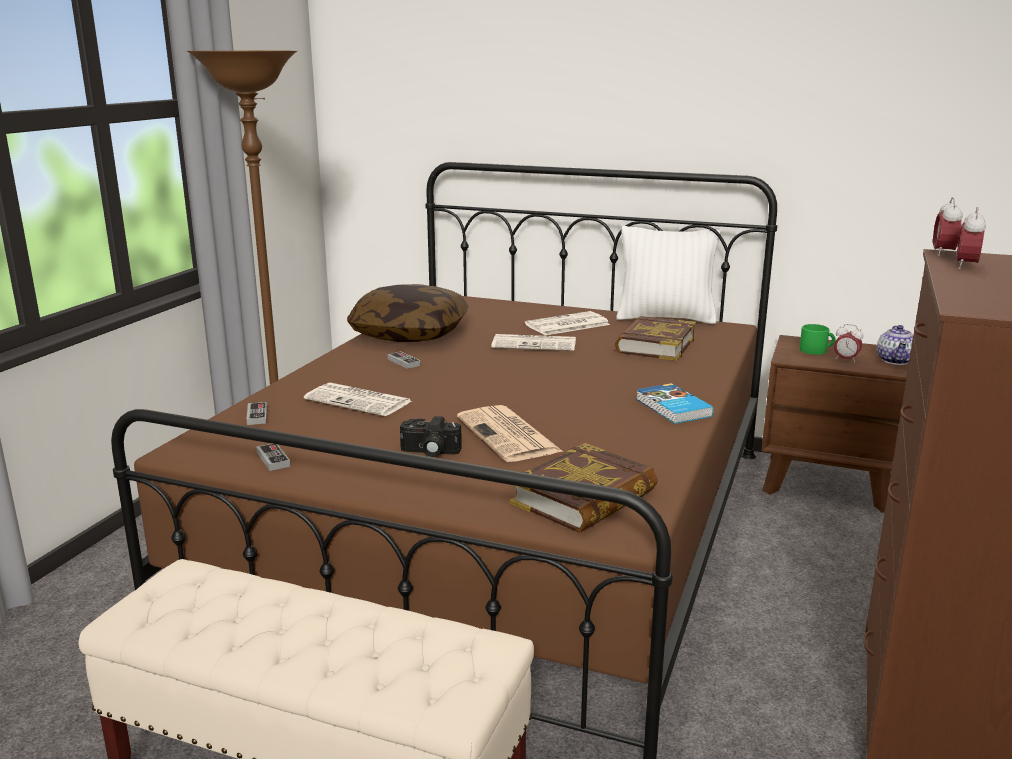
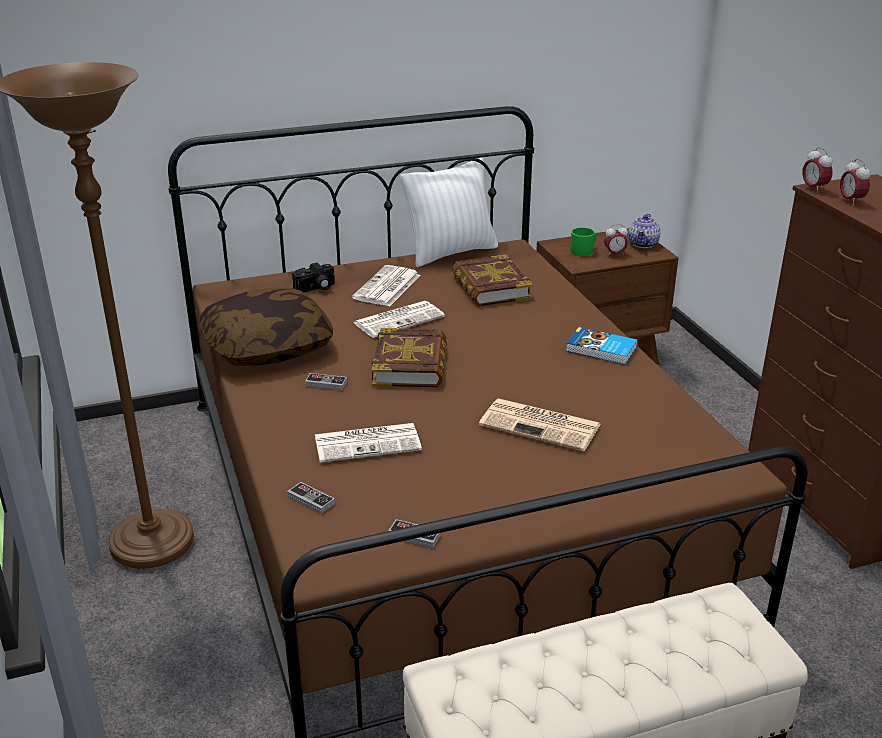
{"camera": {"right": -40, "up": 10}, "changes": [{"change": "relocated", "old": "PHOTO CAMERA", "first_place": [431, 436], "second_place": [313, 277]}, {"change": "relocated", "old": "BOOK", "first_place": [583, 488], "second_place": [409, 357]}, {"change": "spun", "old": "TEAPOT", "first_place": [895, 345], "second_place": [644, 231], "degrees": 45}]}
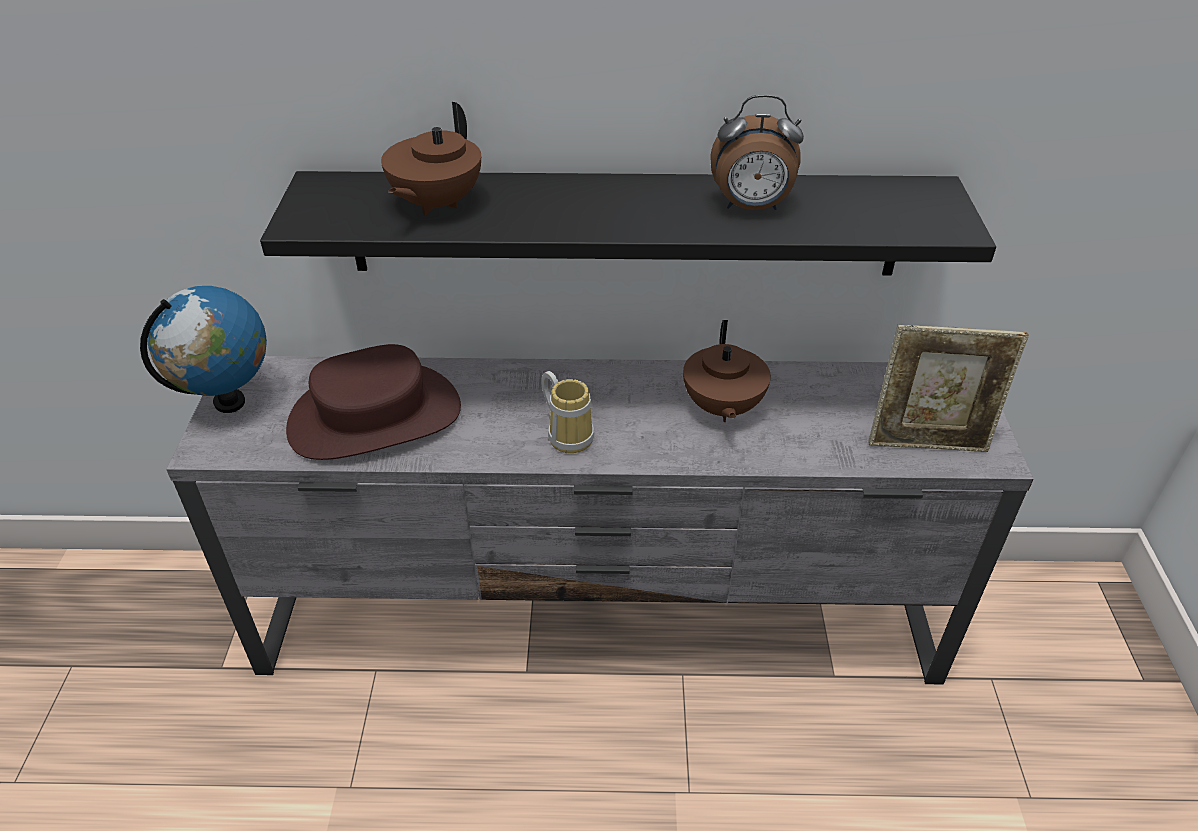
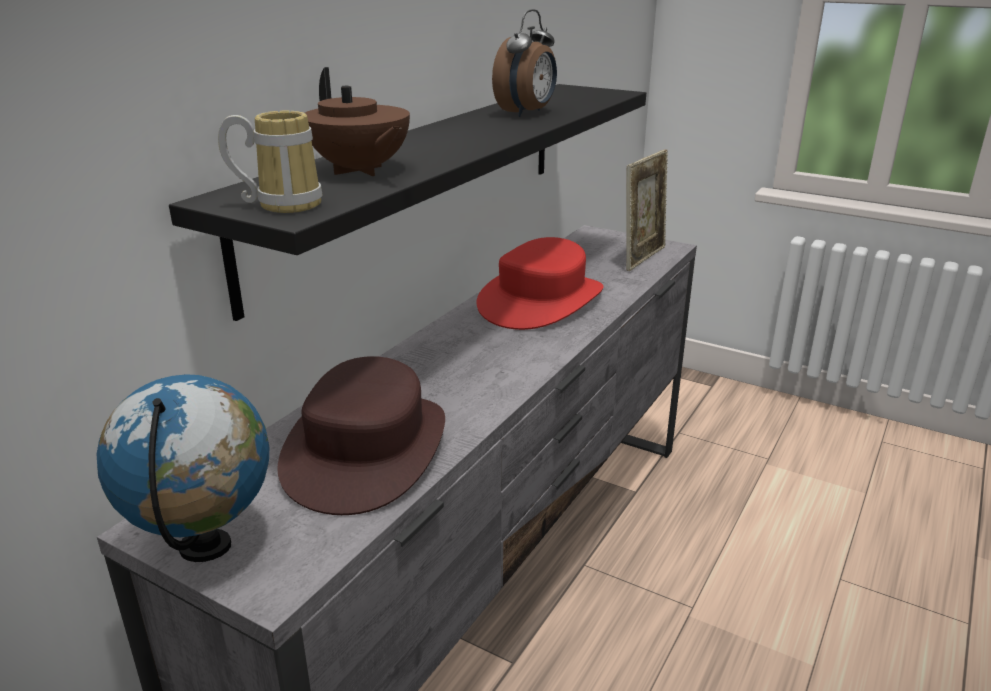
{"camera": {"right": -60, "up": -15}, "changes": [{"change": "relocated", "old": "MUG", "first_place": [567, 412], "second_place": [270, 162]}, {"change": "exchanged", "old": "BROWN TEAPOT", "new": "RED HAT", "first_place": [727, 371], "second_place": [540, 283]}]}
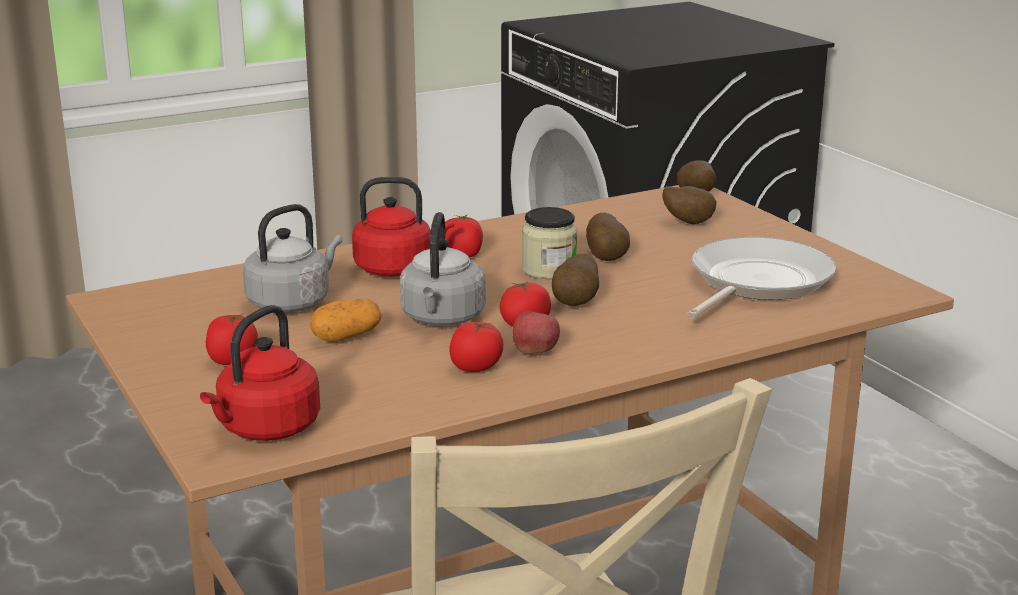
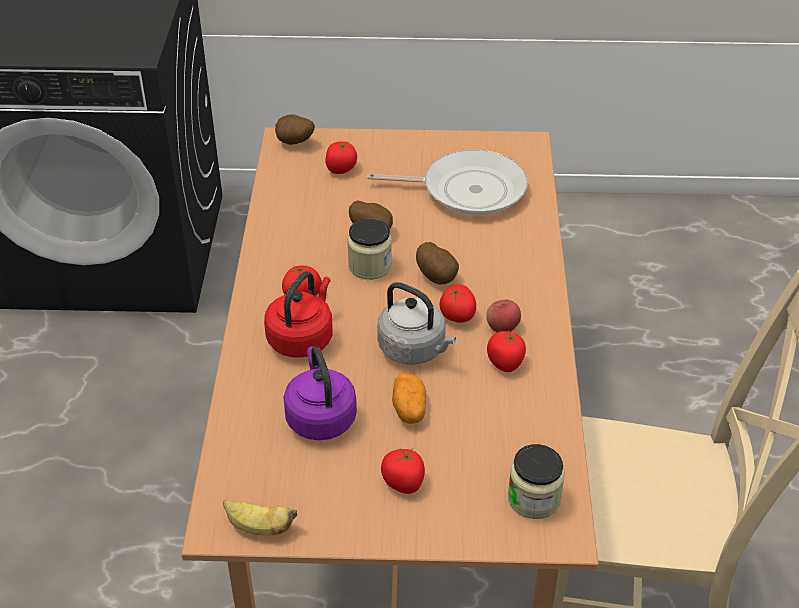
{"camera": {"right": -60, "up": 20}, "changes": [{"change": "appeared", "new": "BANANA", "second_place": [260, 518]}, {"change": "exchanged", "old": "RED KETTLE", "new": "JAR", "first_place": [260, 373], "second_place": [536, 481]}, {"change": "exchanged", "old": "POTATO", "new": "TOMATO", "first_place": [690, 205], "second_place": [341, 157]}, {"change": "colour", "old": "GREY KETTLE", "new": "PURPLE KETTLE", "first_place": [292, 258], "second_place": [320, 393]}, {"change": "spun", "old": "FRYING PAN", "first_place": [761, 278], "second_place": [447, 182], "degrees": 120}]}
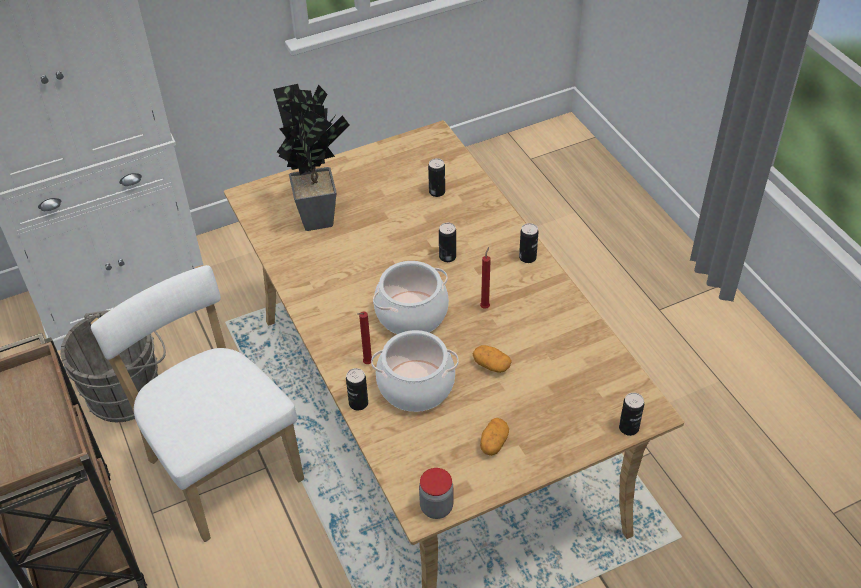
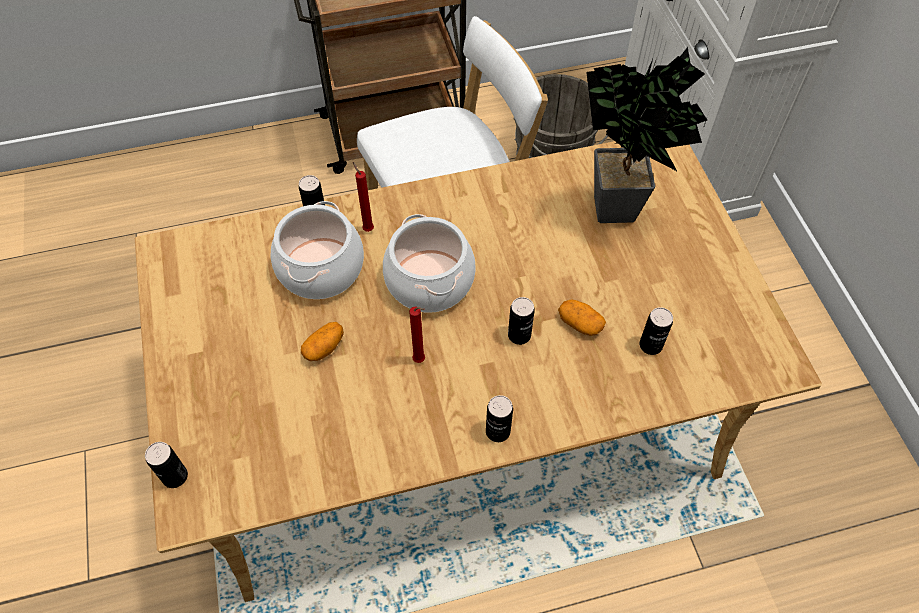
{"camera": {"right": 100, "up": 10}, "changes": [{"change": "missing", "old": "JAR", "first_place": [436, 493]}, {"change": "relocated", "old": "POTATO", "first_place": [494, 437], "second_place": [582, 318]}]}
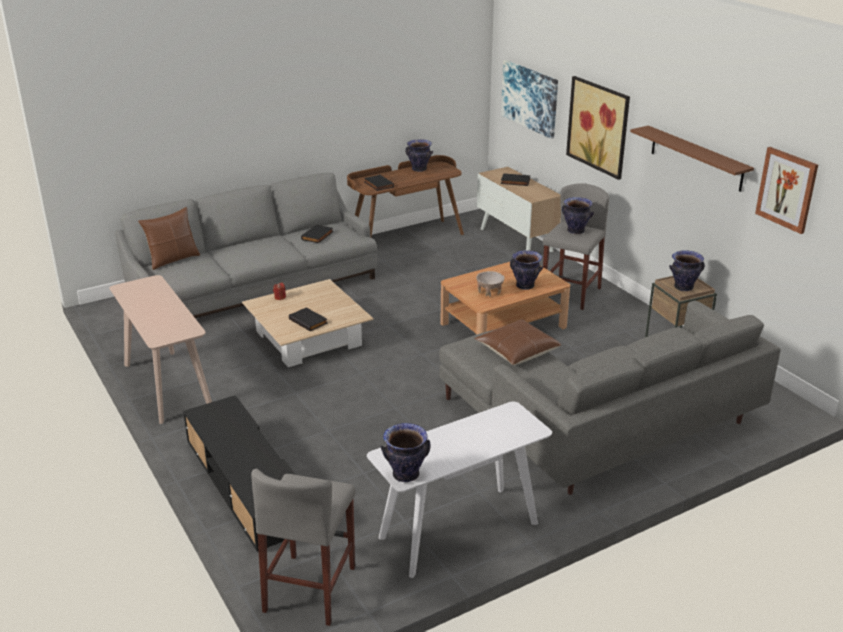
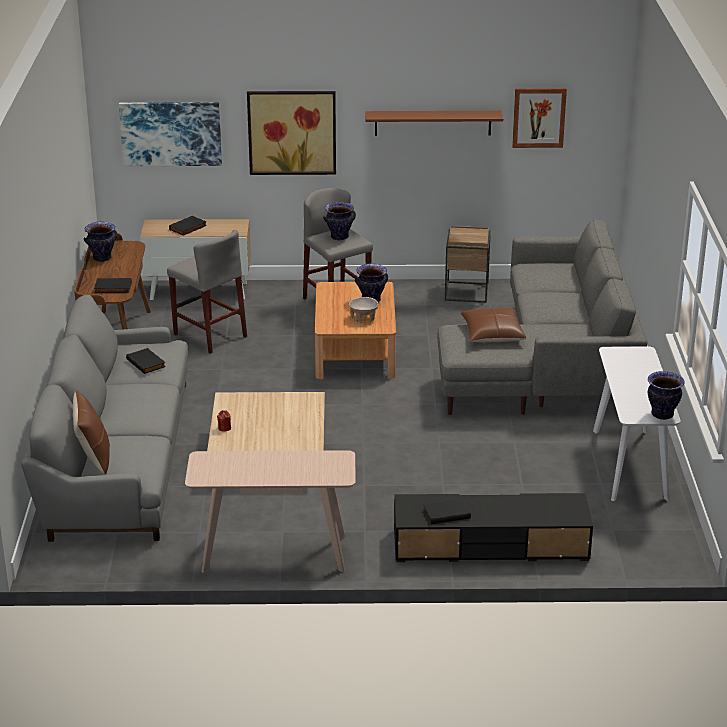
{"camera": {"right": -60, "up": 0}, "changes": [{"change": "missing", "old": "VASE", "first_place": [687, 270]}, {"change": "relocated", "old": "GREY STOOL", "first_place": [303, 547], "second_place": [207, 292]}, {"change": "relocated", "old": "BLACK BOOK", "first_place": [308, 319], "second_place": [447, 511]}]}
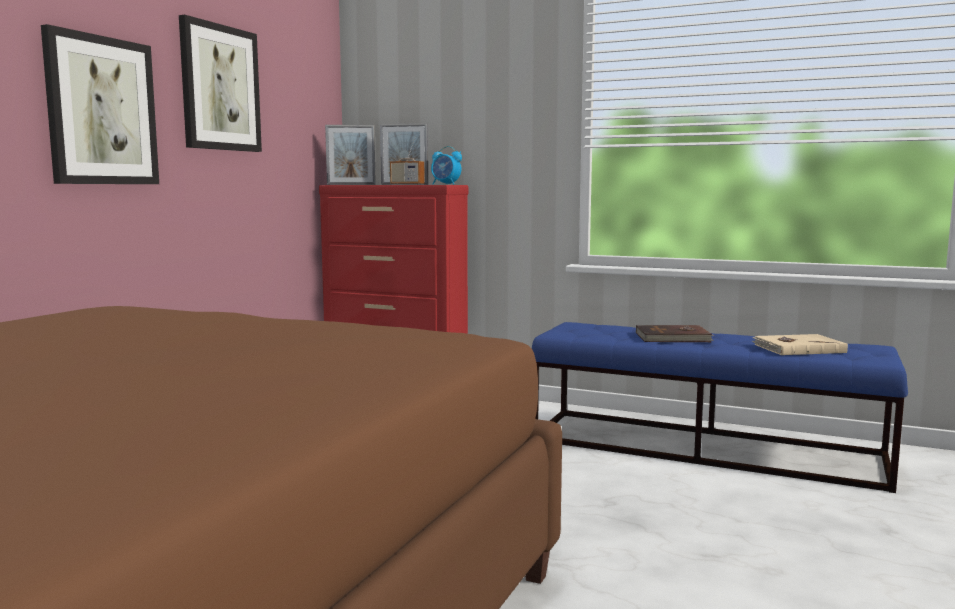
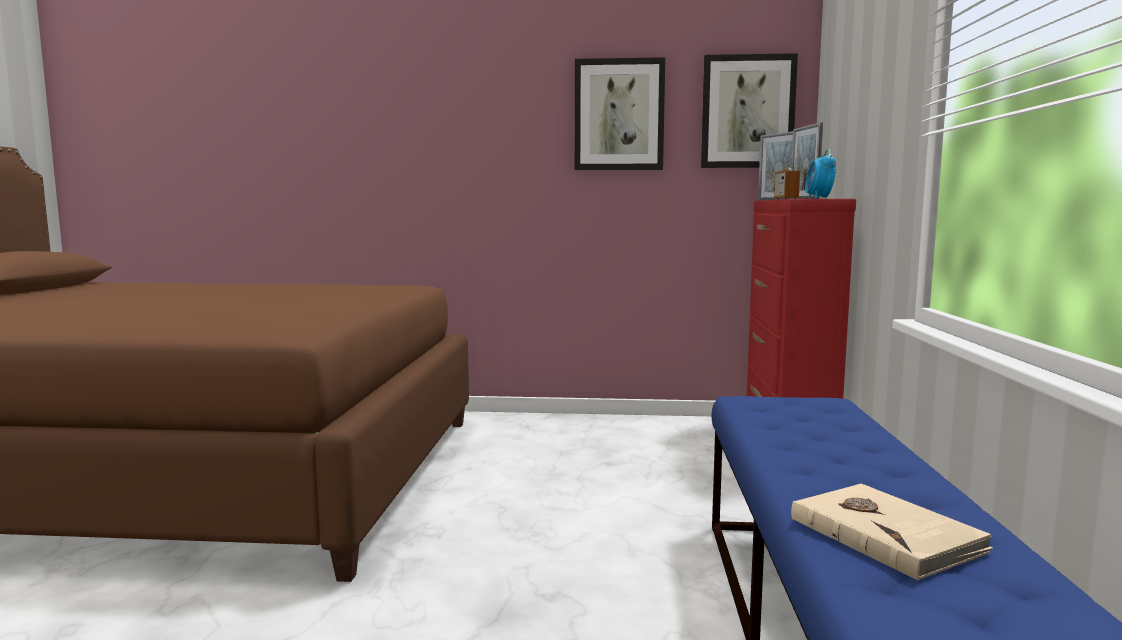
{"camera": {"right": 70, "up": 0}, "changes": [{"change": "missing", "old": "BROWN BOOK", "first_place": [675, 333]}, {"change": "relocated", "old": "PICTURE", "first_place": [100, 104], "second_place": [749, 110]}]}
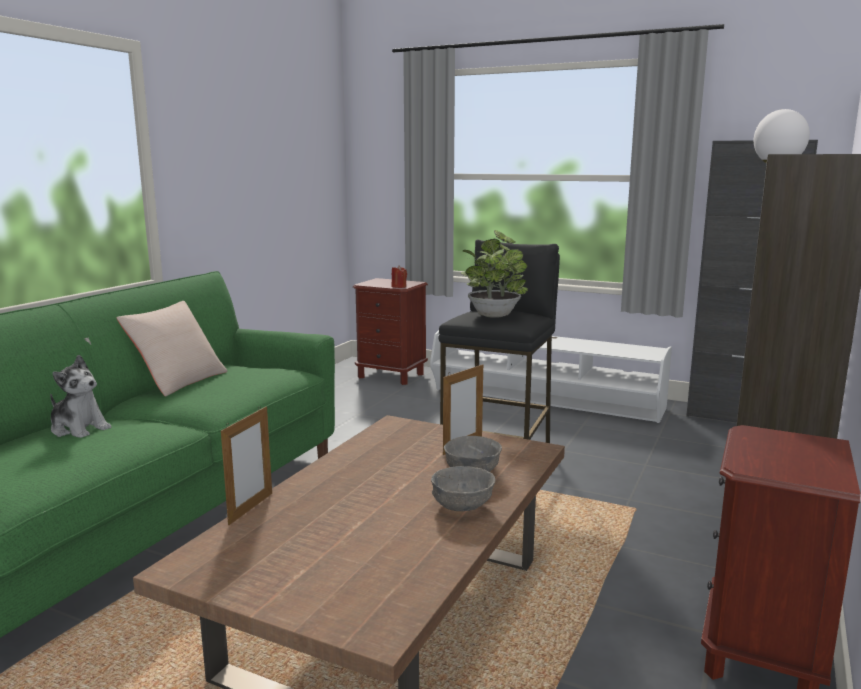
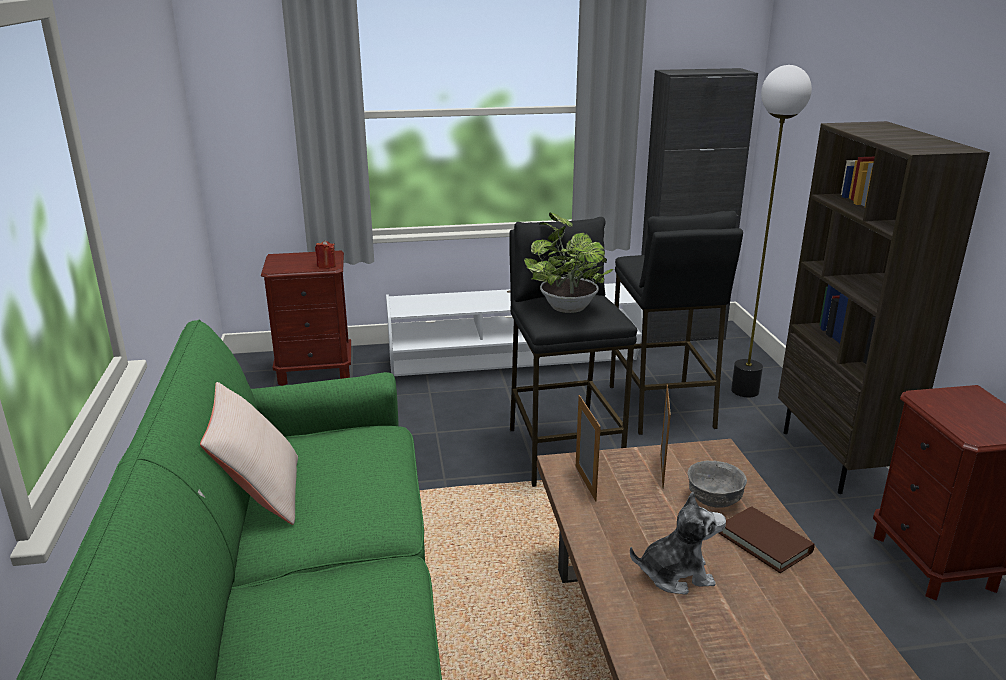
{"camera": {"right": -35, "up": 10}, "changes": [{"change": "appeared", "new": "BLACK STOOL", "second_place": [676, 323]}, {"change": "relocated", "old": "PLUSH TOY", "first_place": [80, 396], "second_place": [678, 543]}, {"change": "relocated", "old": "PICTURE FRAME", "first_place": [246, 465], "second_place": [588, 448]}, {"change": "exchanged", "old": "GREY BOWL", "new": "BROWN BOOK", "first_place": [463, 488], "second_place": [767, 539]}]}
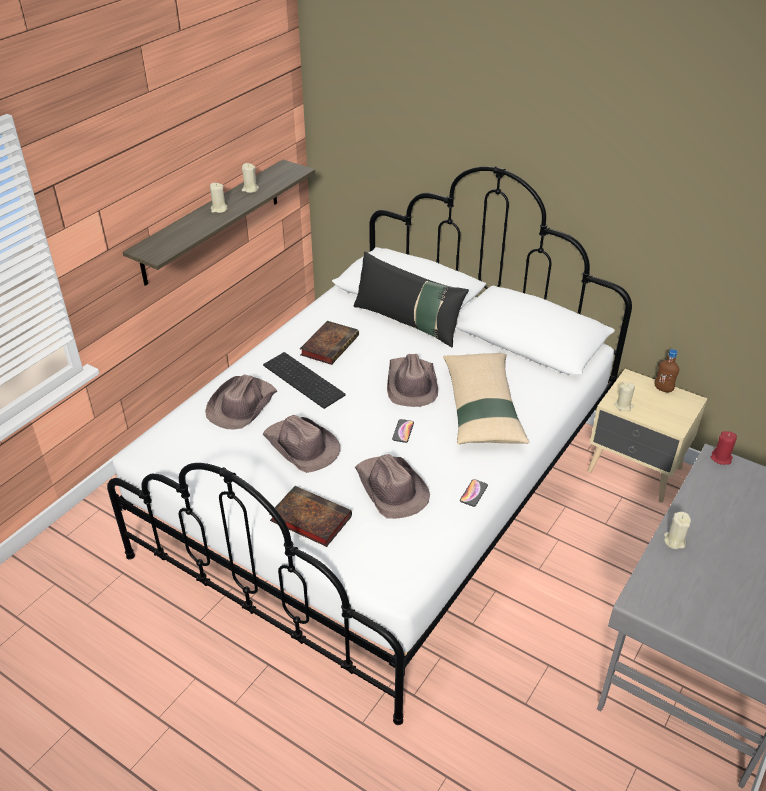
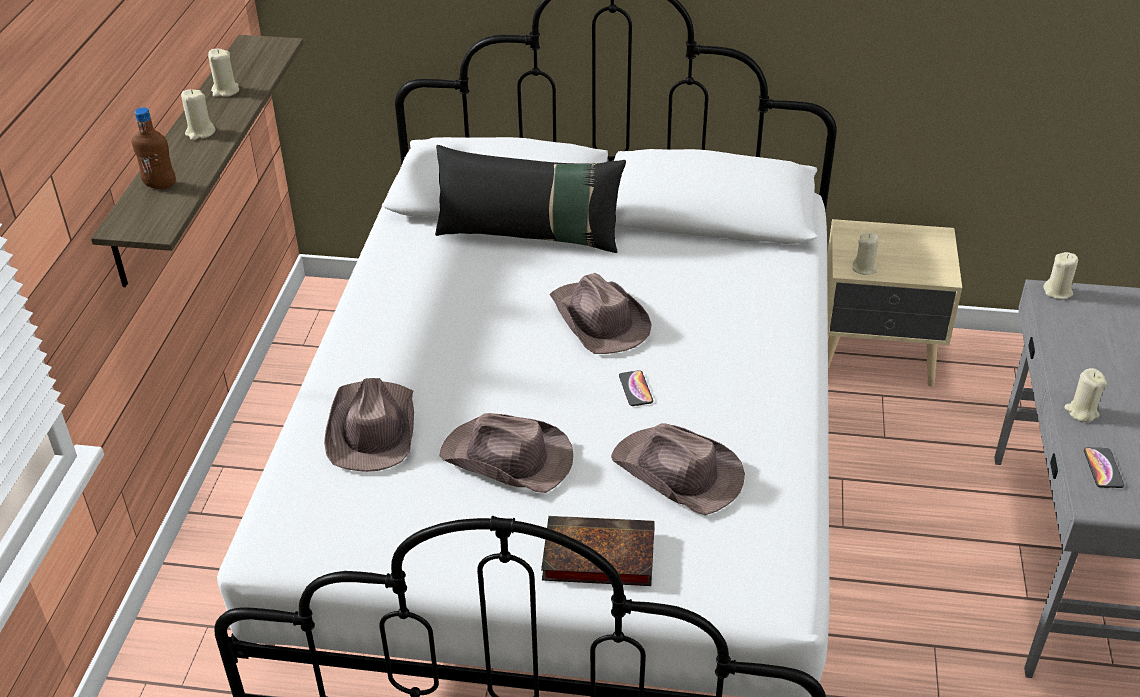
{"camera": {"right": -25, "up": 0}, "changes": [{"change": "missing", "old": "KEYBOARD", "first_place": [304, 380]}, {"change": "missing", "old": "BOOK", "first_place": [329, 343]}, {"change": "missing", "old": "BEIGE PILLOW", "first_place": [486, 398]}, {"change": "relocated", "old": "PHONE", "first_place": [474, 493], "second_place": [1104, 468]}, {"change": "relocated", "old": "BROWN BOTTLE", "first_place": [667, 371], "second_place": [154, 148]}, {"change": "colour", "old": "RED CANDLE", "new": "BEIGE CANDLE", "first_place": [724, 448], "second_place": [1060, 275]}]}
